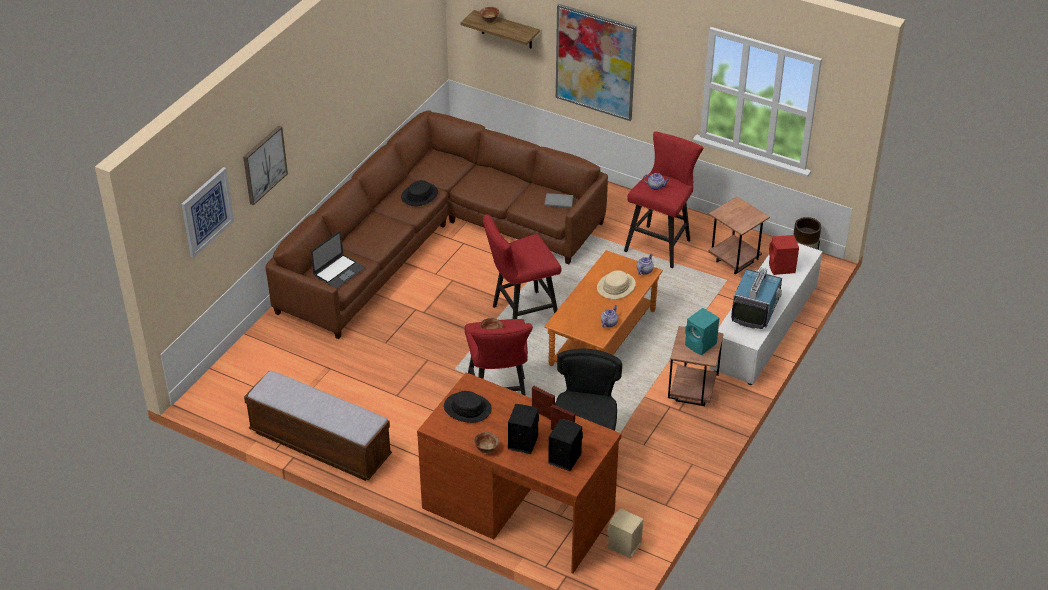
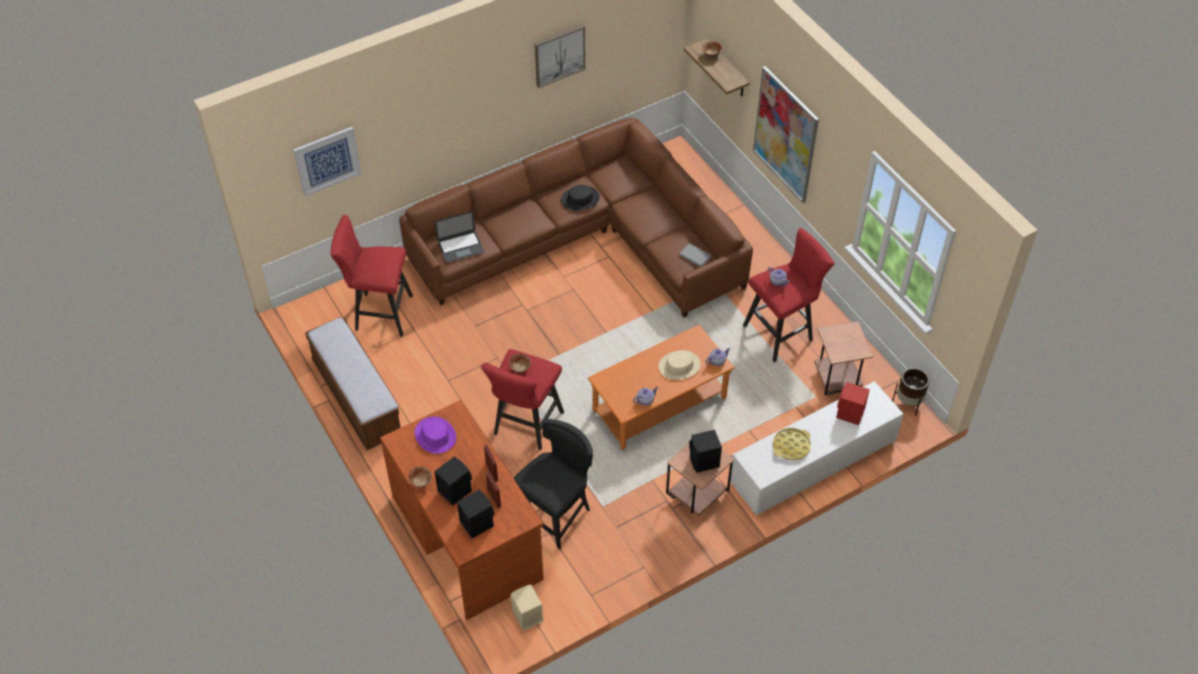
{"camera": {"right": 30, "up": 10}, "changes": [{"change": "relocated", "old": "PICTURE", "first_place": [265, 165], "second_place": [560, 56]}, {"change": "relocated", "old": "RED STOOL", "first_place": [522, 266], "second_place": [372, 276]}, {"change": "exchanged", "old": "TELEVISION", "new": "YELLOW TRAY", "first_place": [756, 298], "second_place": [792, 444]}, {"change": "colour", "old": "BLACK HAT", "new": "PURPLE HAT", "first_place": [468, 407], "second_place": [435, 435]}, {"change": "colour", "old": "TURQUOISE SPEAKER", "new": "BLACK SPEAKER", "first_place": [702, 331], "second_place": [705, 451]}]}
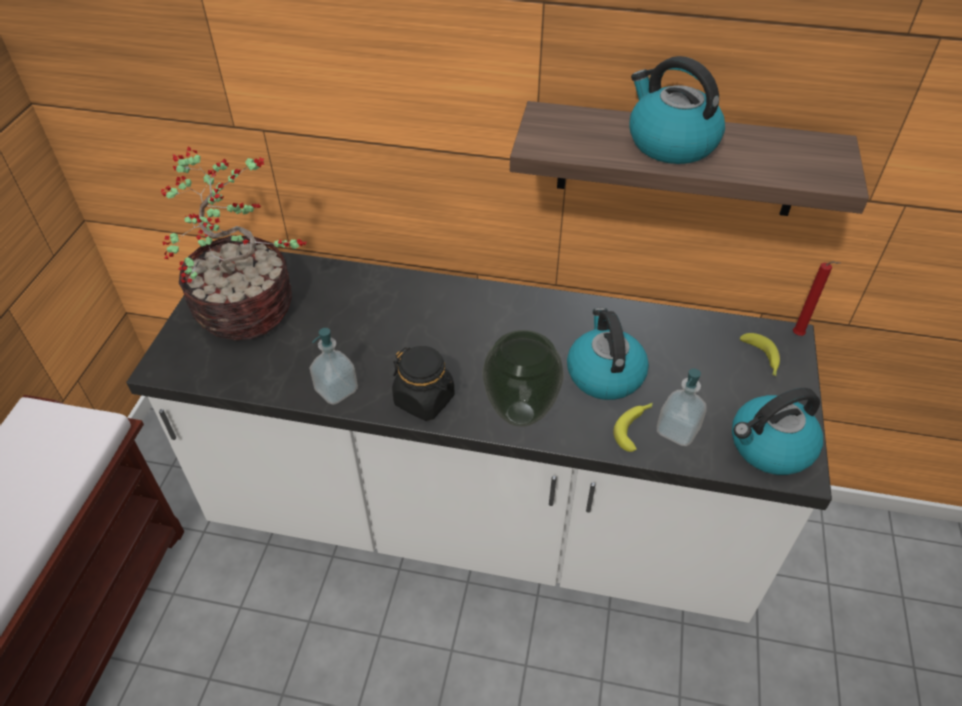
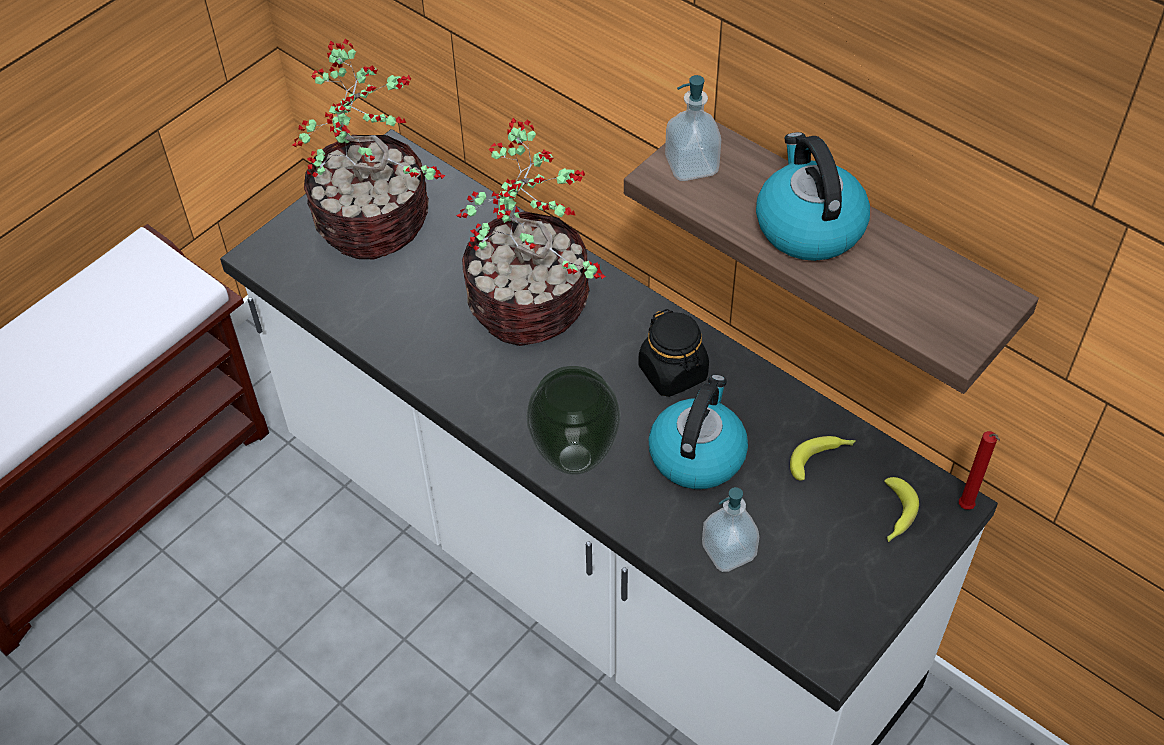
{"camera": {"right": 30, "up": 5}, "changes": [{"change": "missing", "old": "KETTLE", "first_place": [777, 431]}, {"change": "appeared", "new": "POTTED PLANT", "second_place": [531, 232]}, {"change": "relocated", "old": "SOAP DISPENSER", "first_place": [333, 366], "second_place": [693, 128]}, {"change": "relocated", "old": "BLACK JAR", "first_place": [423, 383], "second_place": [673, 353]}, {"change": "relocated", "old": "BANANA", "first_place": [633, 427], "second_place": [823, 458]}]}
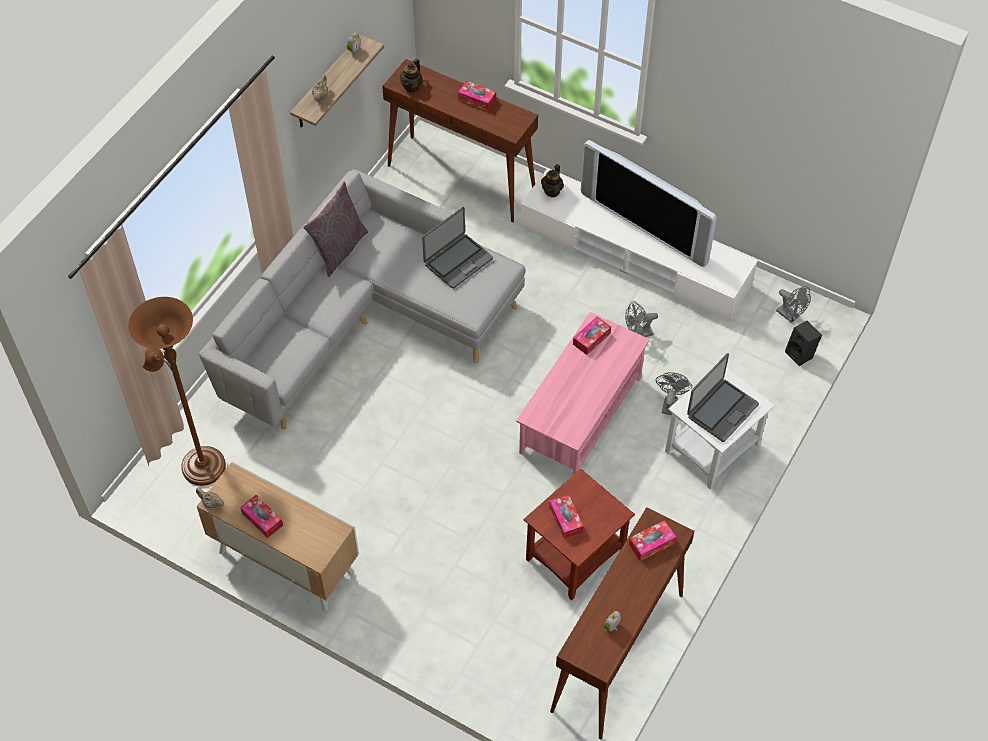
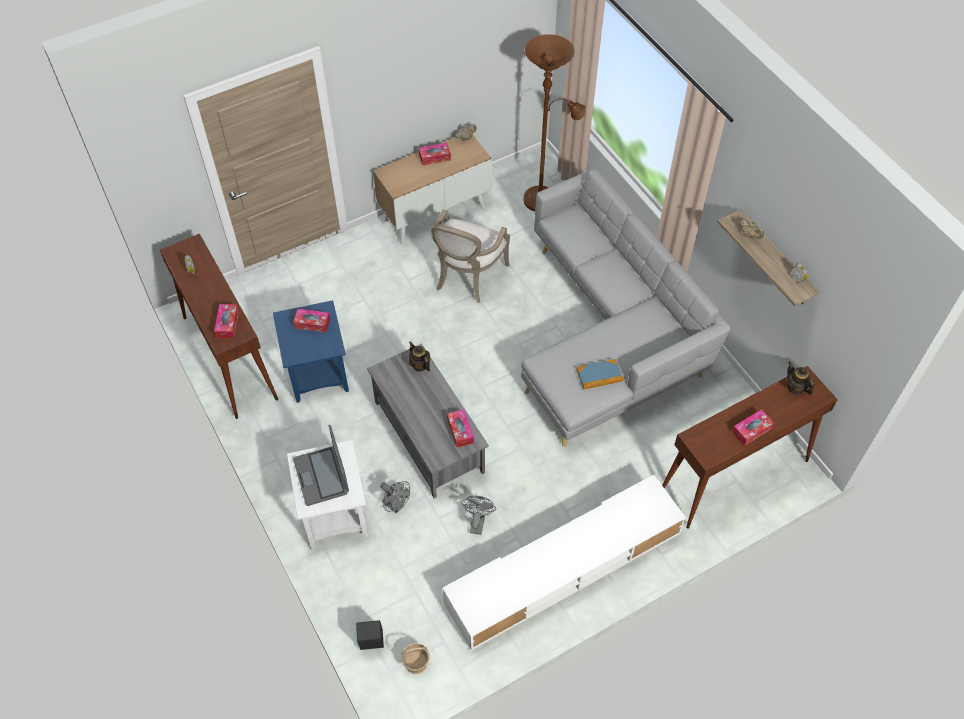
{"camera": {"right": 120, "up": 0}, "changes": [{"change": "missing", "old": "GREY PILLOW", "first_place": [335, 229]}, {"change": "missing", "old": "TELEVISION", "first_place": [649, 203]}, {"change": "appeared", "new": "ARMCHAIR", "second_place": [470, 256]}, {"change": "relocated", "old": "TEAPOT", "first_place": [552, 180], "second_place": [419, 357]}, {"change": "exchanged", "old": "LAPTOP", "new": "BOOK", "first_place": [457, 248], "second_place": [599, 374]}, {"change": "exchanged", "old": "GREY FAN", "new": "BASKET", "first_place": [793, 304], "second_place": [415, 658]}, {"change": "colour", "old": "PINK COFFEE TABLE", "new": "GREY COFFEE TABLE", "first_place": [583, 393], "second_place": [428, 421]}, {"change": "colour", "old": "BROWN SIDE TABLE", "new": "BLUE SIDE TABLE", "first_place": [579, 534], "second_place": [311, 351]}]}
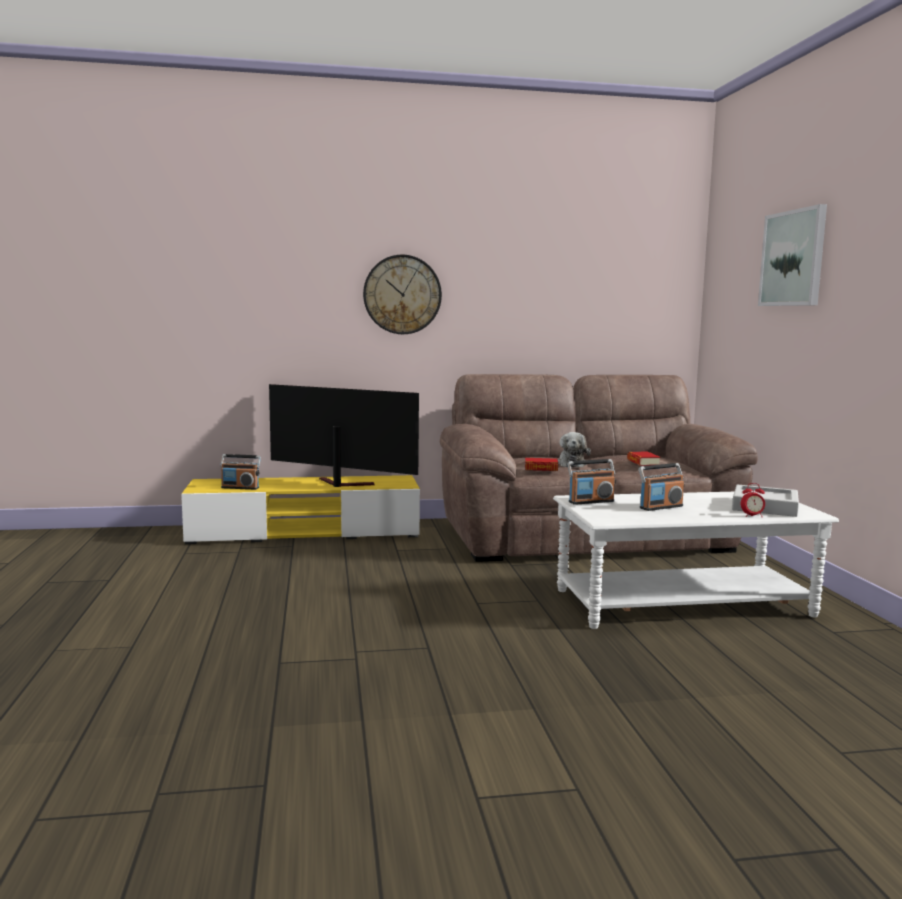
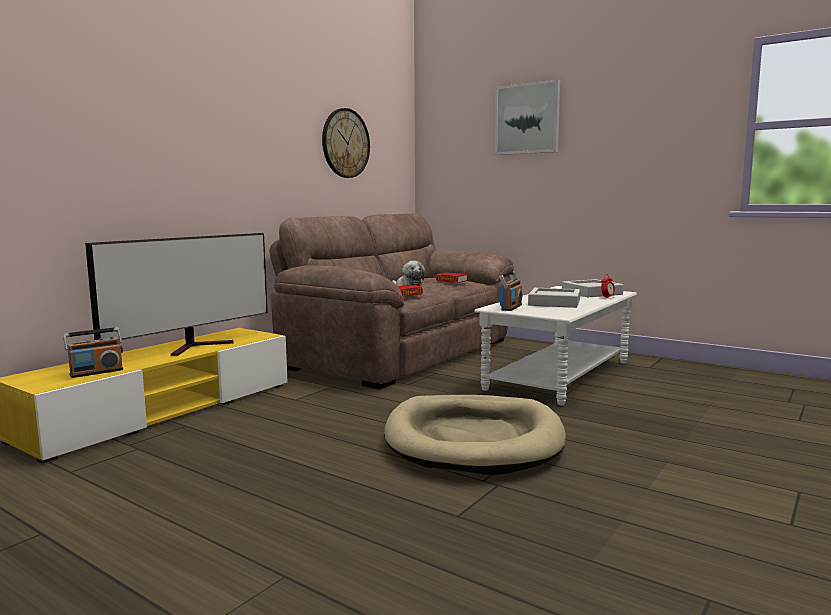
{"camera": {"right": -45, "up": 0}, "changes": [{"change": "appeared", "new": "BEIGE DOG BED", "second_place": [475, 435]}, {"change": "relocated", "old": "WALL CLOCK", "first_place": [402, 294], "second_place": [346, 143]}, {"change": "exchanged", "old": "RADIO", "new": "GREY TRAY", "first_place": [661, 487], "second_place": [554, 298]}, {"change": "spun", "old": "TELEVISION", "first_place": [344, 435], "second_place": [176, 294], "degrees": 150}]}
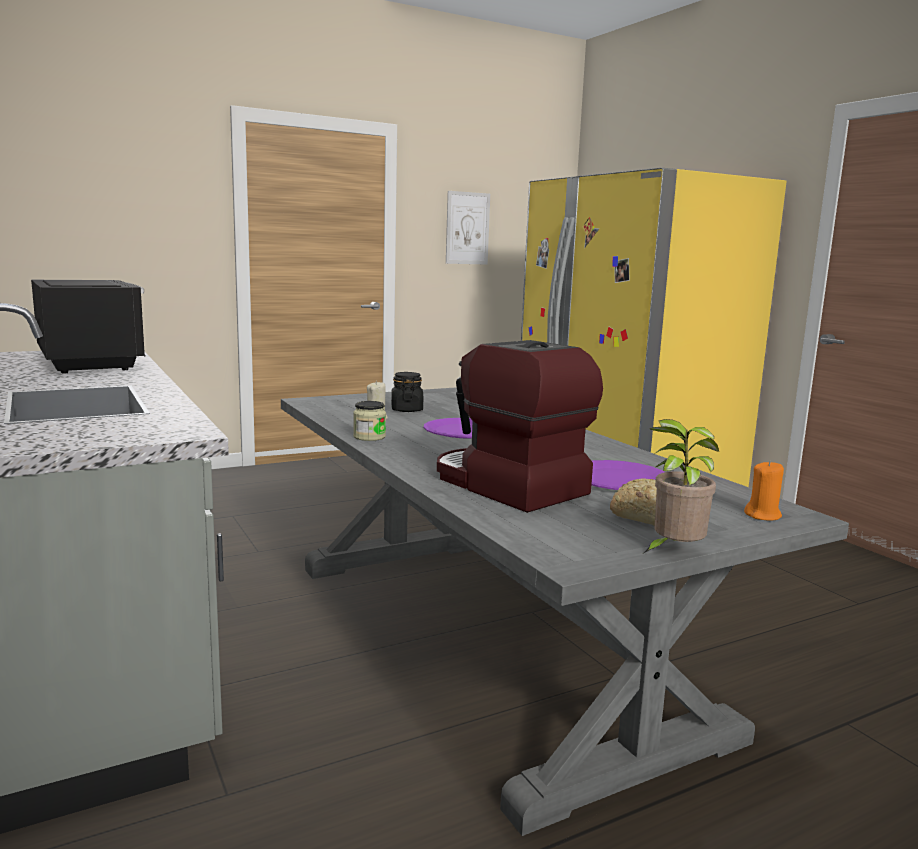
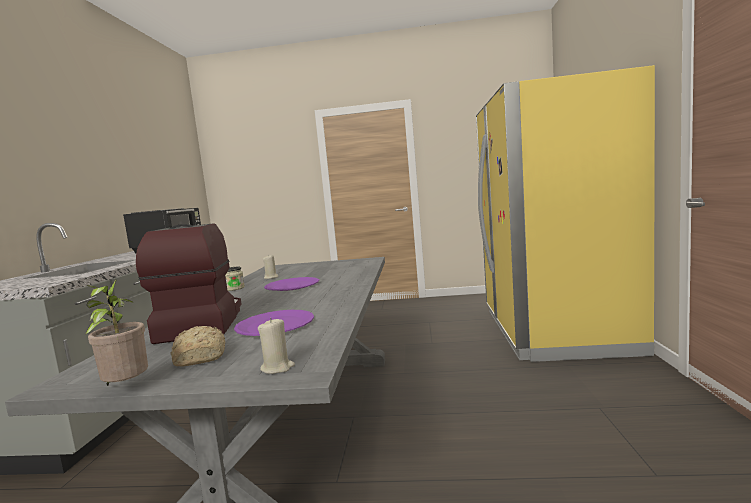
{"camera": {"right": 35, "up": -5}, "changes": [{"change": "missing", "old": "BLACK JAR", "first_place": [407, 392]}, {"change": "missing", "old": "PICTURE", "first_place": [468, 228]}, {"change": "colour", "old": "ORANGE CANDLE", "new": "BEIGE CANDLE", "first_place": [764, 491], "second_place": [276, 346]}]}
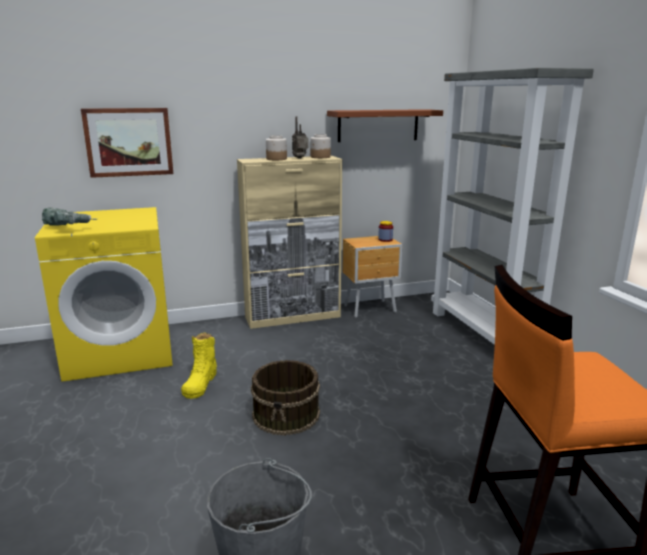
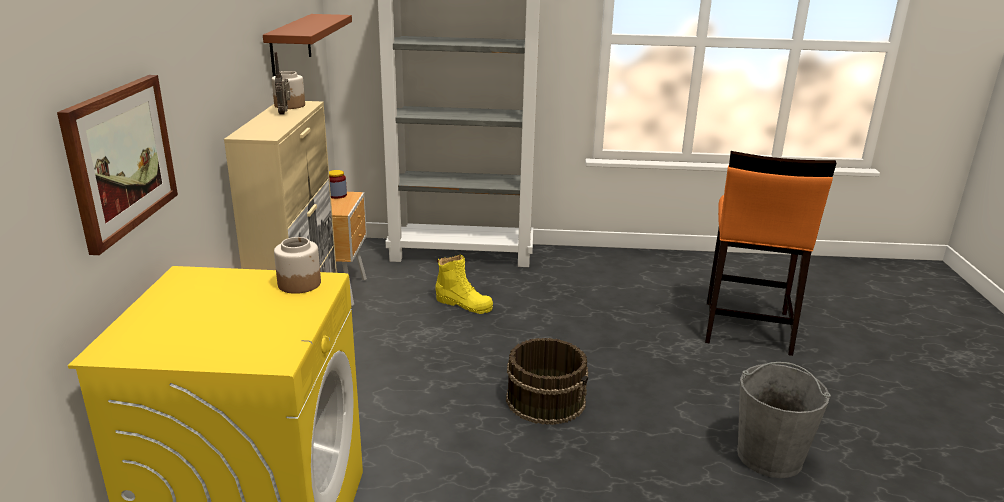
{"camera": {"right": -70, "up": 5}, "changes": [{"change": "missing", "old": "POWER DRILL", "first_place": [69, 216]}, {"change": "relocated", "old": "YELLOW BOOT", "first_place": [199, 366], "second_place": [464, 284]}, {"change": "relocated", "old": "JAR", "first_place": [276, 147], "second_place": [297, 265]}]}
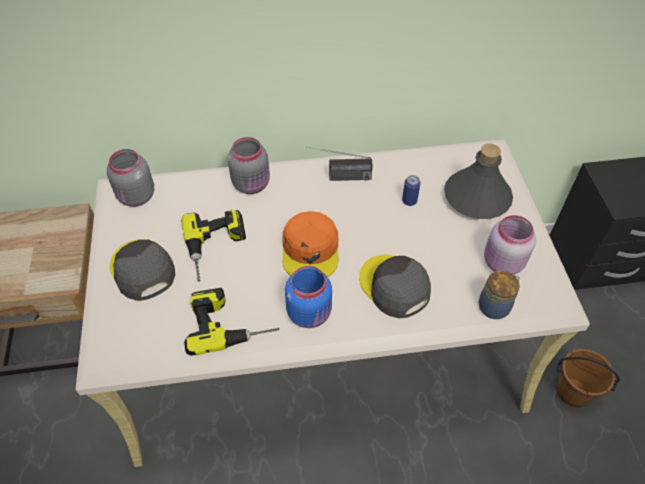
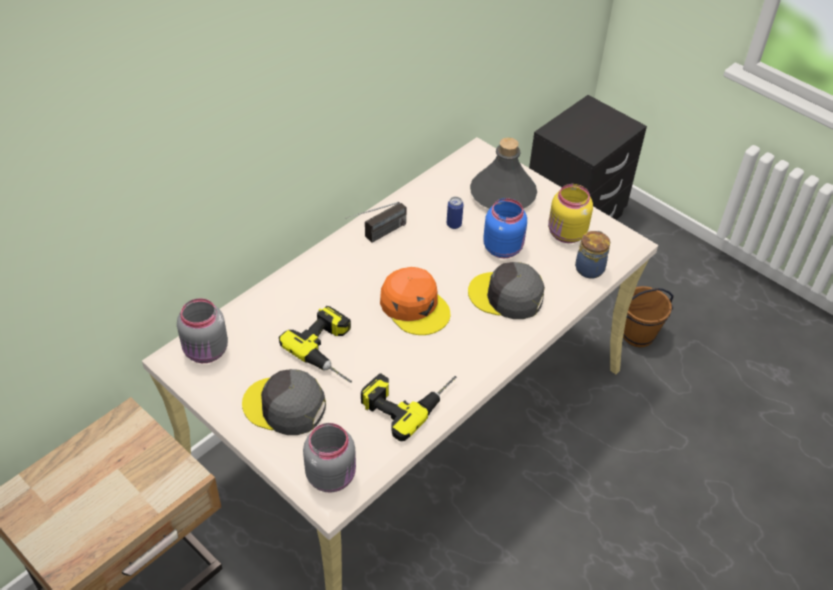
{"camera": {"right": -40, "up": -5}, "changes": [{"change": "relocated", "old": "GREY JAR", "first_place": [249, 165], "second_place": [329, 458]}, {"change": "relocated", "old": "BLUE JAR", "first_place": [308, 297], "second_place": [505, 228]}, {"change": "colour", "old": "PINK JAR", "new": "YELLOW JAR", "first_place": [510, 245], "second_place": [570, 213]}]}
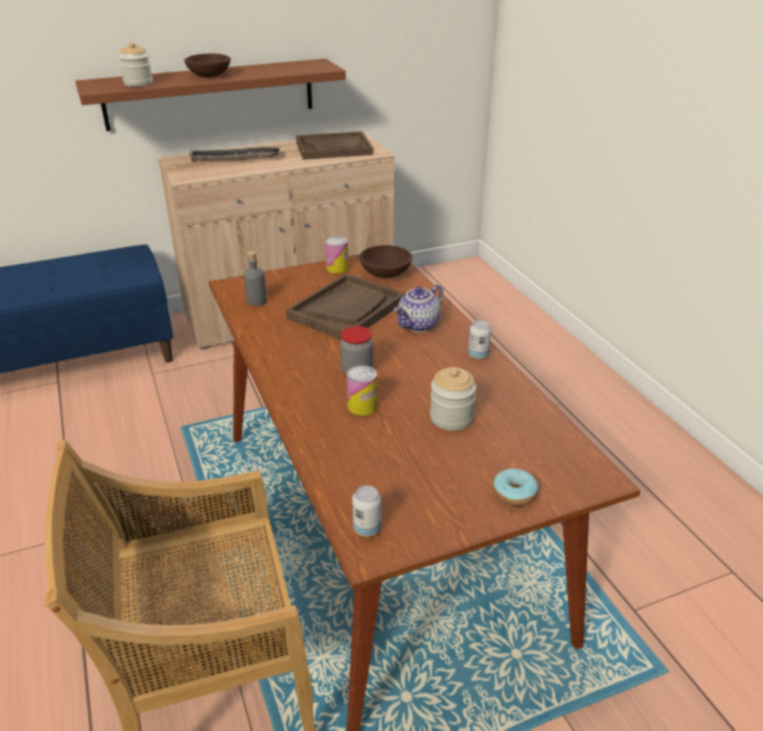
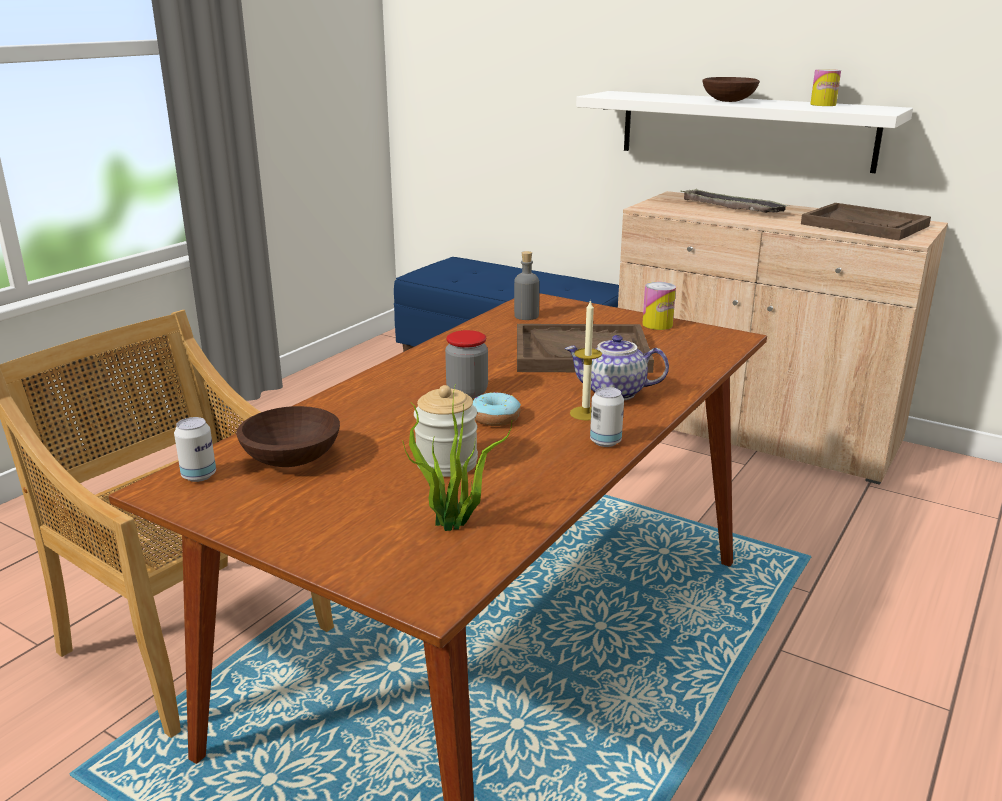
{"camera": {"right": 55, "up": -10}, "changes": [{"change": "missing", "old": "JAR", "first_place": [136, 64]}, {"change": "appeared", "new": "POTTED PLANT", "second_place": [457, 459]}, {"change": "appeared", "new": "CANDLE", "second_place": [586, 360]}, {"change": "relocated", "old": "CAN", "first_place": [362, 390], "second_place": [825, 87]}, {"change": "relocated", "old": "BROWN BOWL", "first_place": [386, 261], "second_place": [288, 436]}, {"change": "relocated", "old": "DONUT", "first_place": [515, 487], "second_place": [496, 409]}, {"change": "colour", "old": "BROWN SHELF", "new": "WHITE SHELF", "first_place": [210, 95], "second_place": [744, 132]}]}
